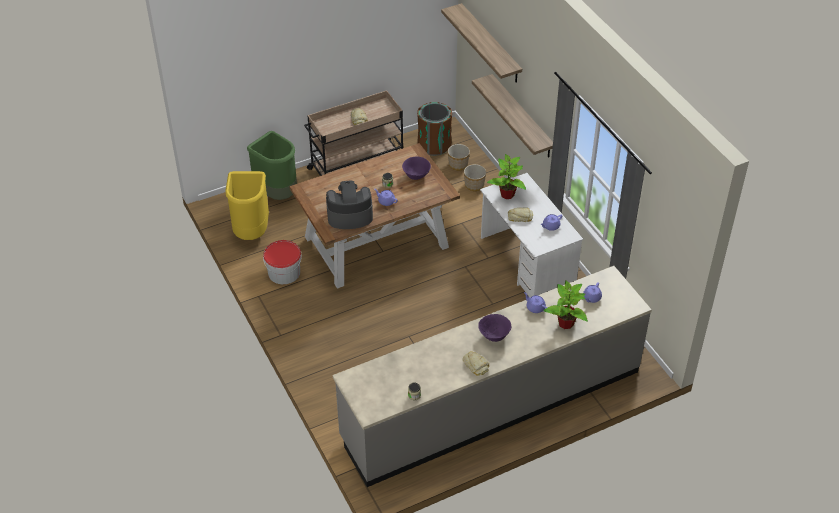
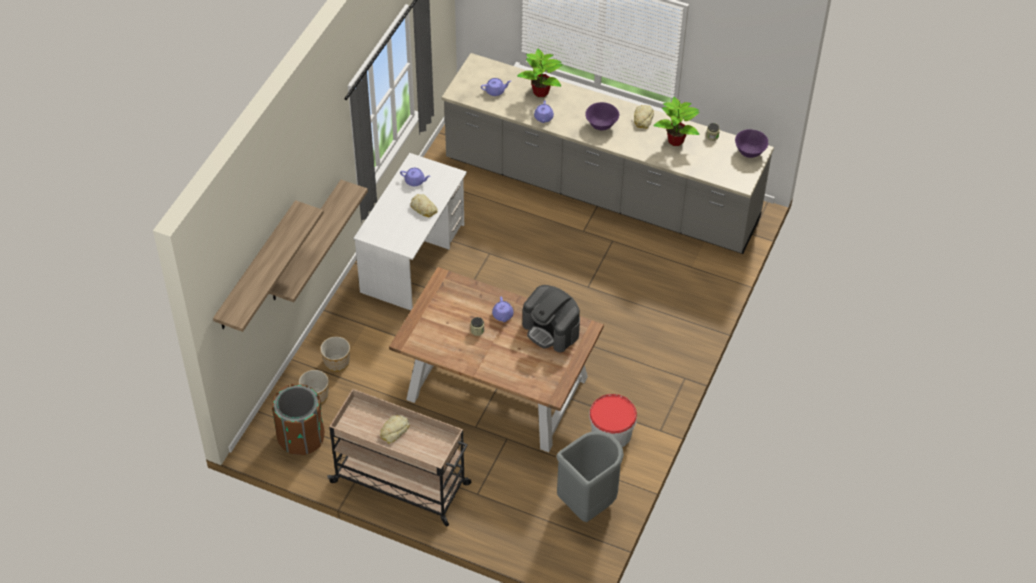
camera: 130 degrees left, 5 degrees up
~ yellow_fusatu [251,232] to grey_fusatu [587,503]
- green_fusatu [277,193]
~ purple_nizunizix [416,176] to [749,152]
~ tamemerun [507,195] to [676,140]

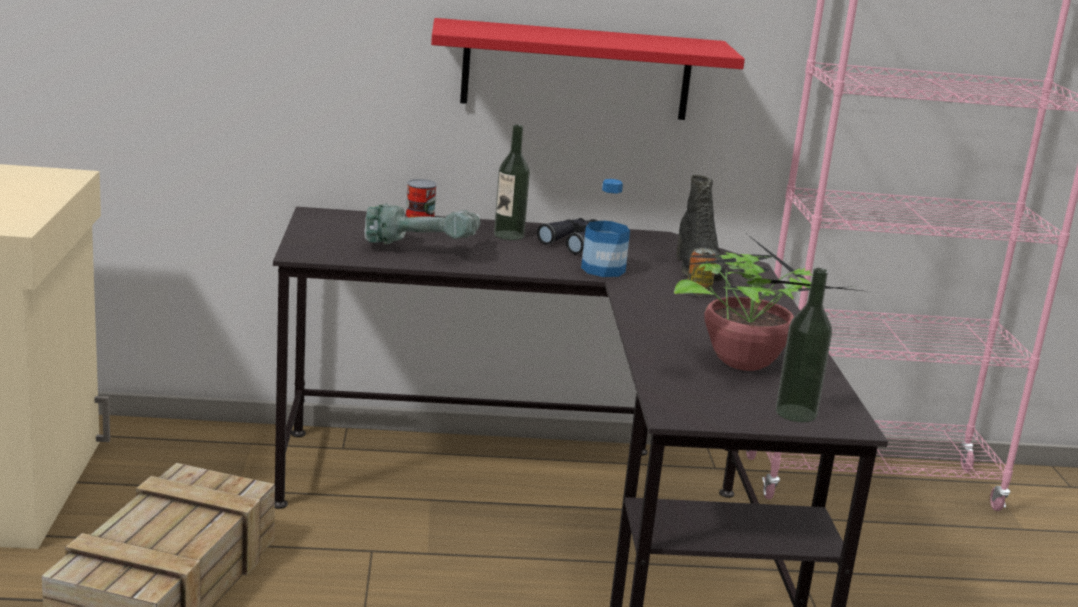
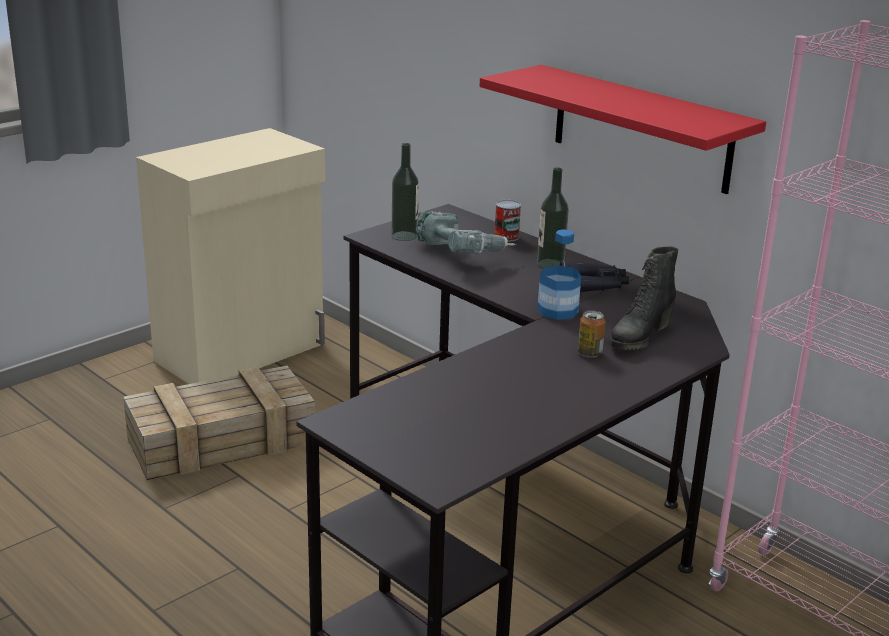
camera: 50 degrees right, 5 degrees up
- tamemerun [742,360]
~ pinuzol [796,413] to [404,236]

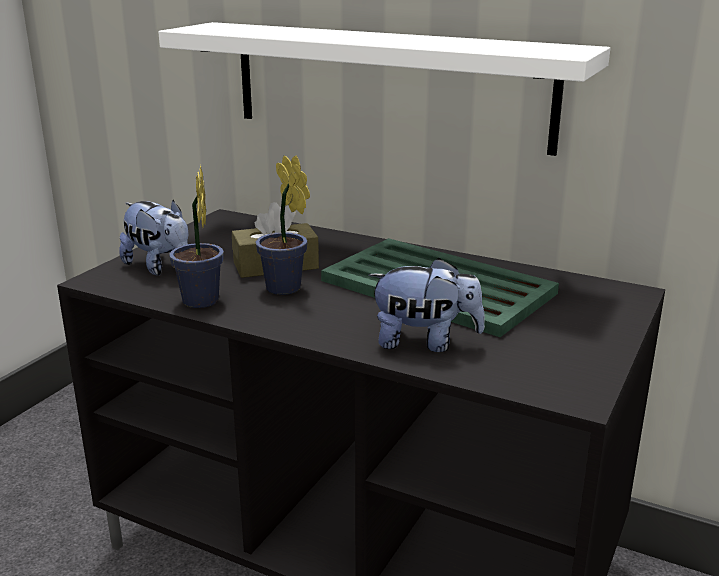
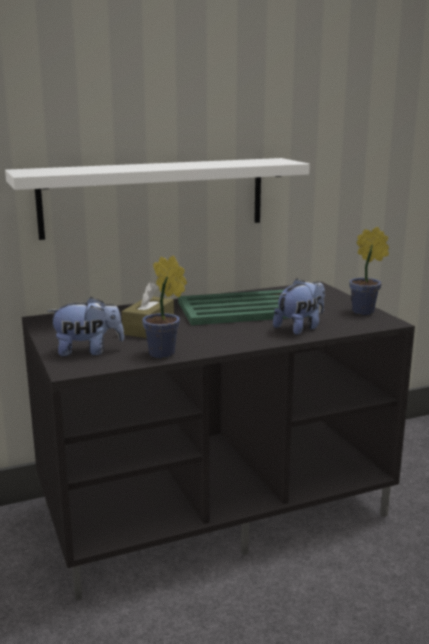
camera: 50 degrees left, 5 degrees down
~ tamemerun [286,290] to [366,312]

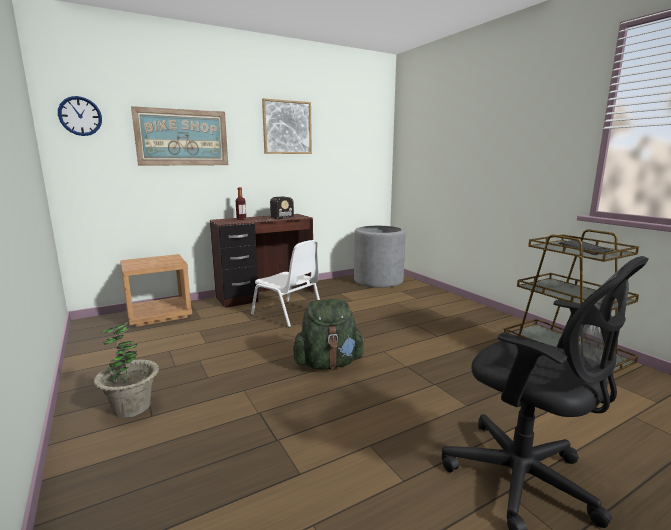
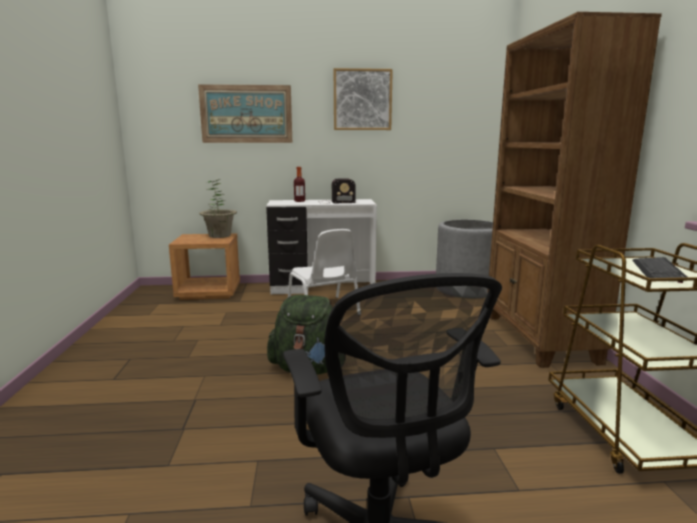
camera: 25 degrees right, 0 degrees up
- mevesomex [80,116]
~ tamemerun [132,407] to [219,235]
~ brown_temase [266,295] to white_temase [323,288]
+ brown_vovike [539,338]

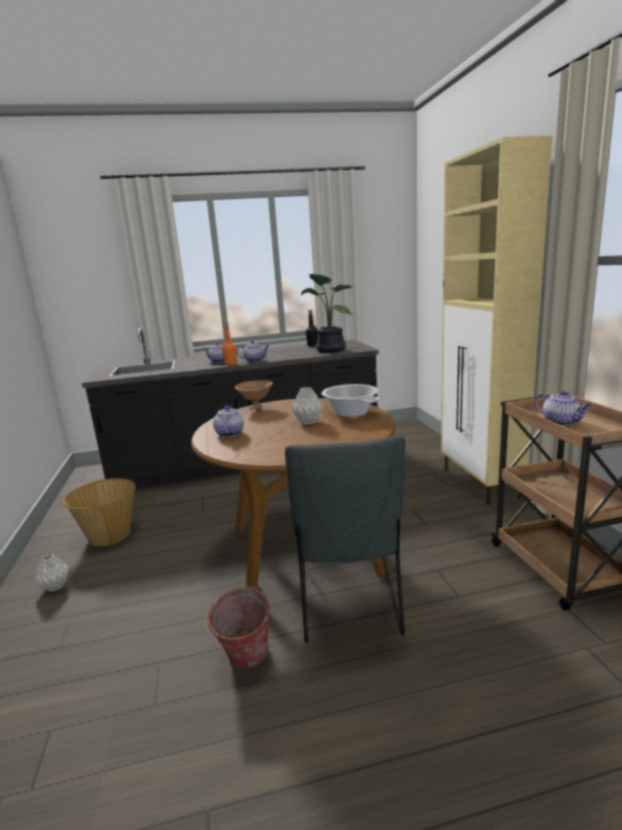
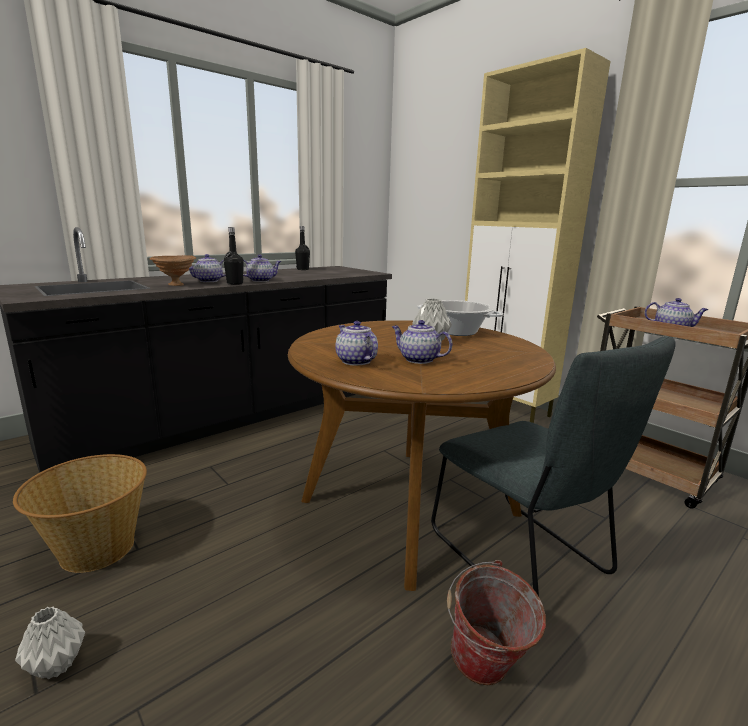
camera: 30 degrees left, 0 degrees up
~ orange_pinuzol [231,364] to black_pinuzol [235,283]
~ brown_nizunizix [256,408] to [176,285]
- tamemerun [328,350]
+ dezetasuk [418,359]

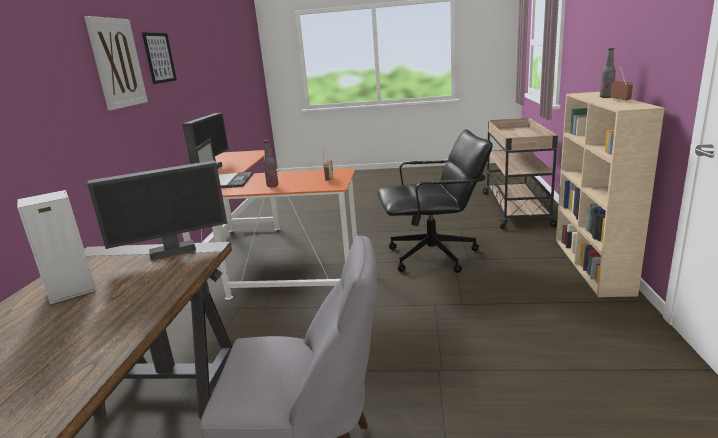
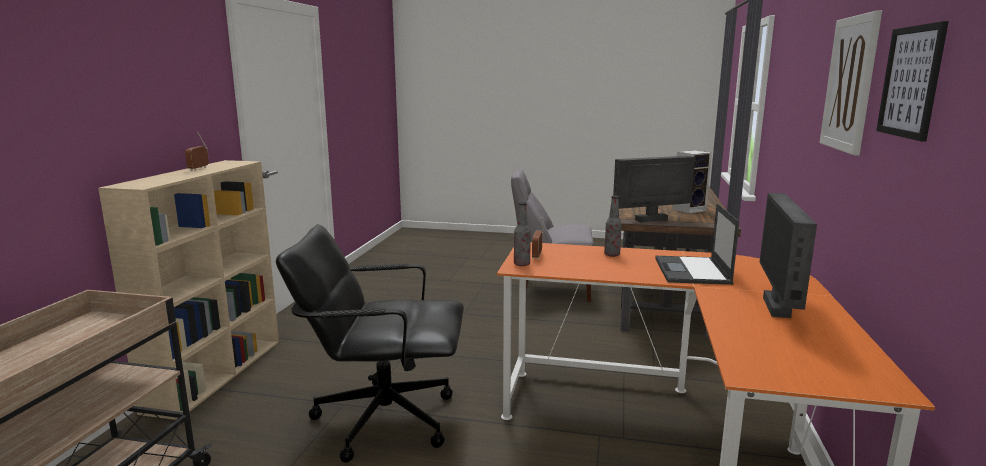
camera: 175 degrees left, 5 degrees down
~ pinuzol [606,97] to [521,264]

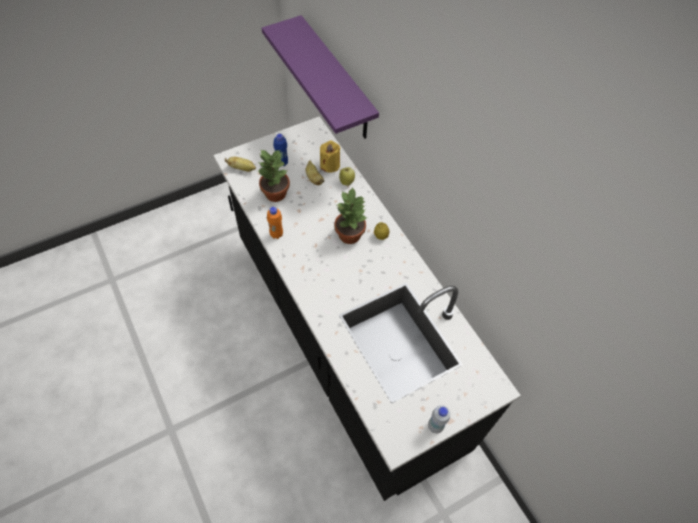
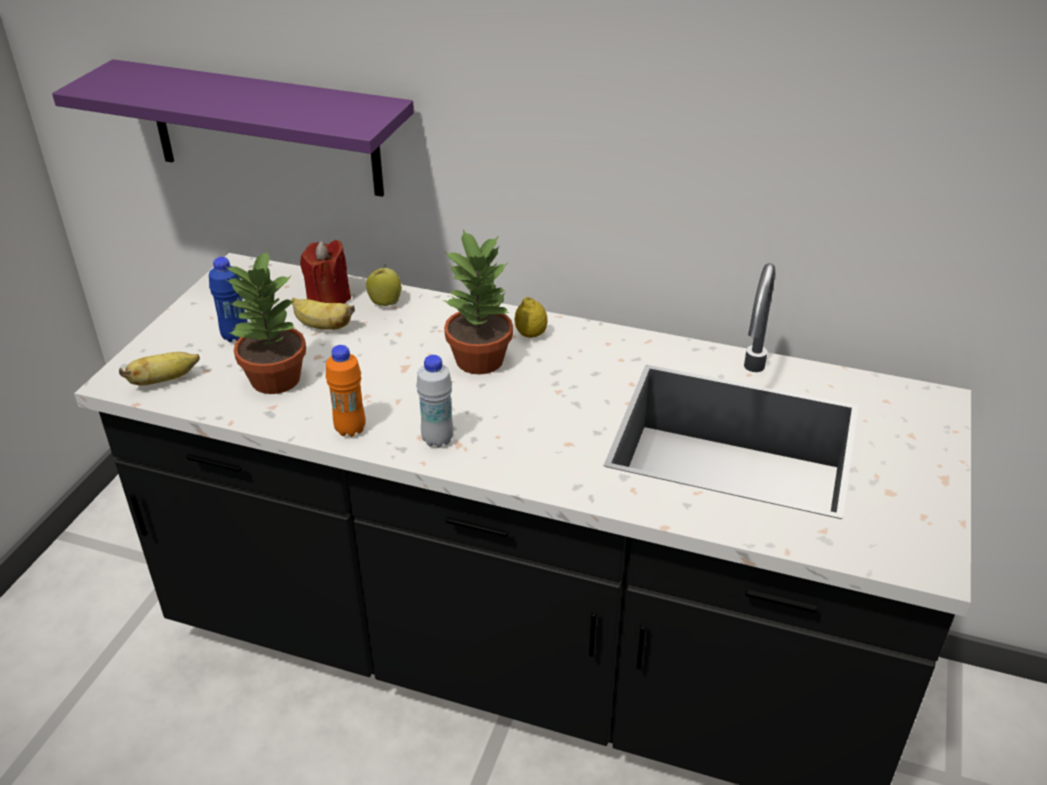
camera: 40 degrees left, 20 degrees down
~ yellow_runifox [330,165] to red_runifox [328,298]
~ white_pinuzol [435,426] to [437,440]

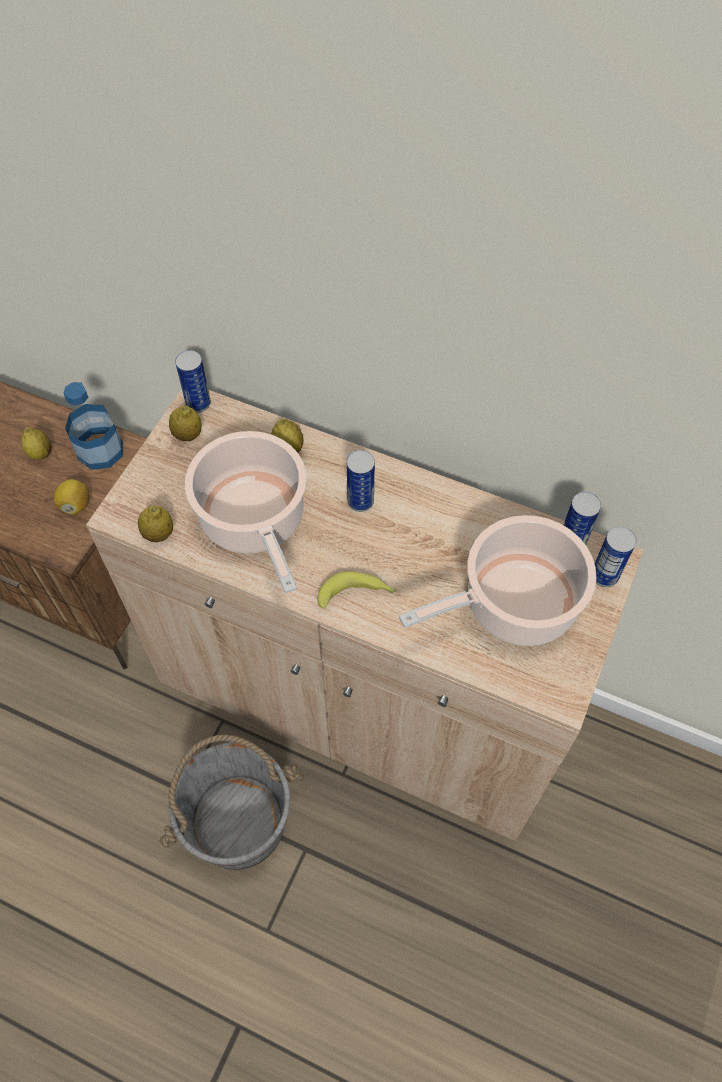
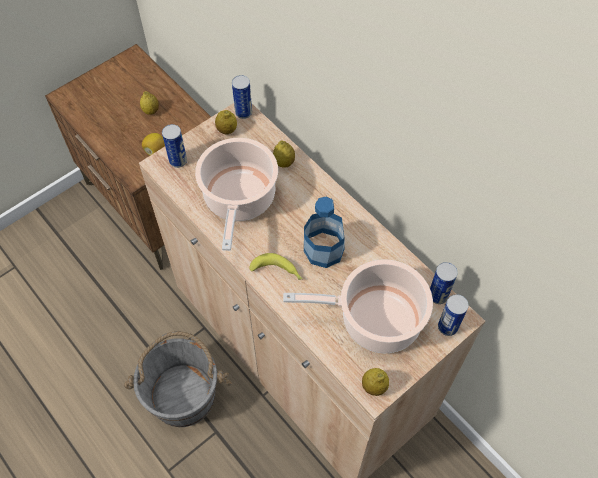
camera: 25 degrees right, 0 degrees up
~ pinuzol [100,451] to [324,250]
~ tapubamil [159,534] to [374,387]
~ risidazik [360,501] to [178,161]

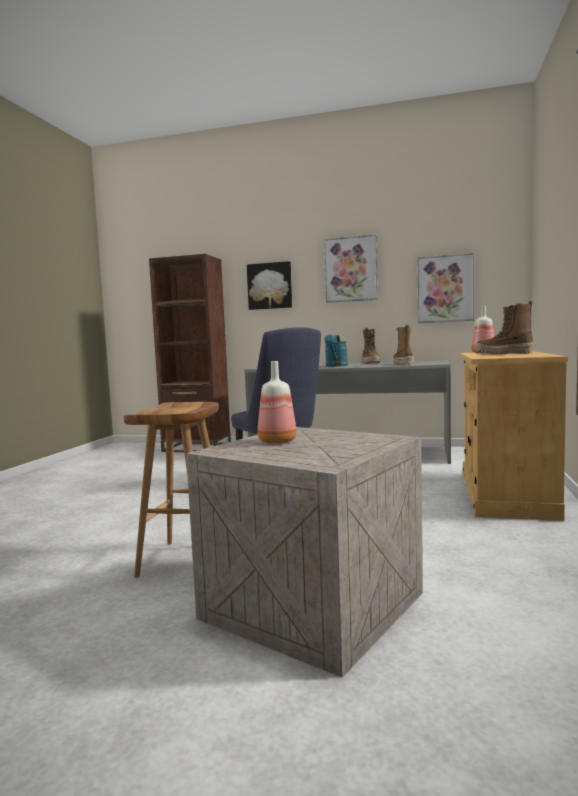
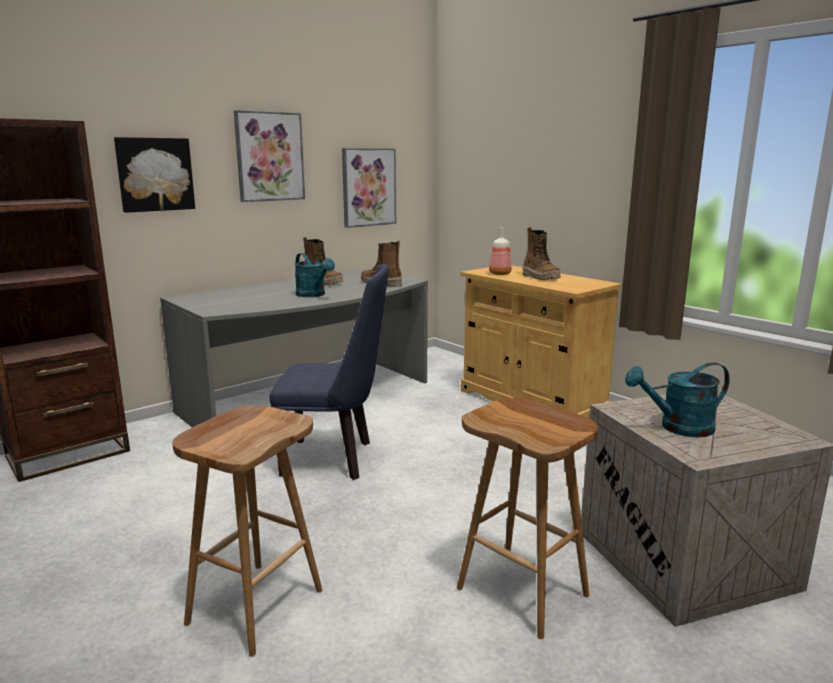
camera: 55 degrees left, 10 degrees up
~ pinuzol [277,441] to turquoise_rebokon [678,428]
~ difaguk [504,354] = [540,278] 75 degrees counterclockwise
+ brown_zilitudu [256,605]

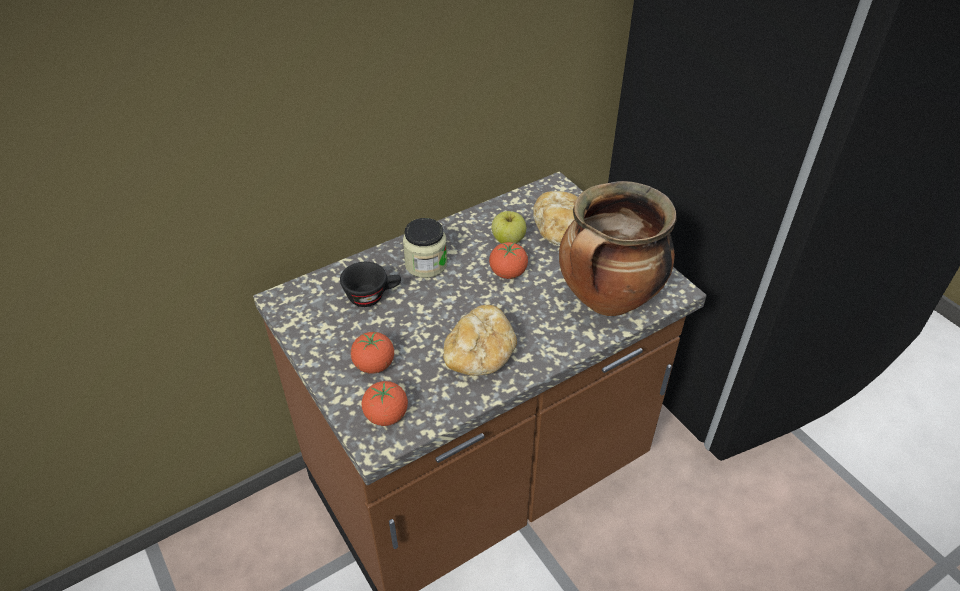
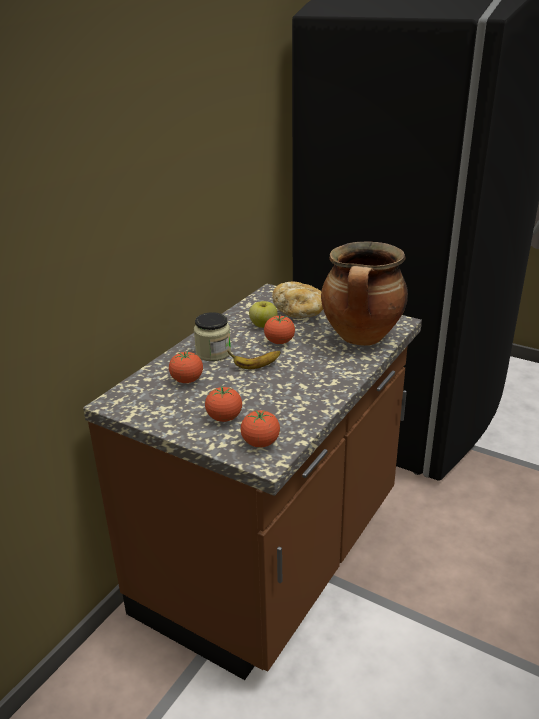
camera: 25 degrees left, 15 degrees down
~ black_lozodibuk [372,296] to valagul [187,380]
- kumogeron [479,356]
+ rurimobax [255,367]

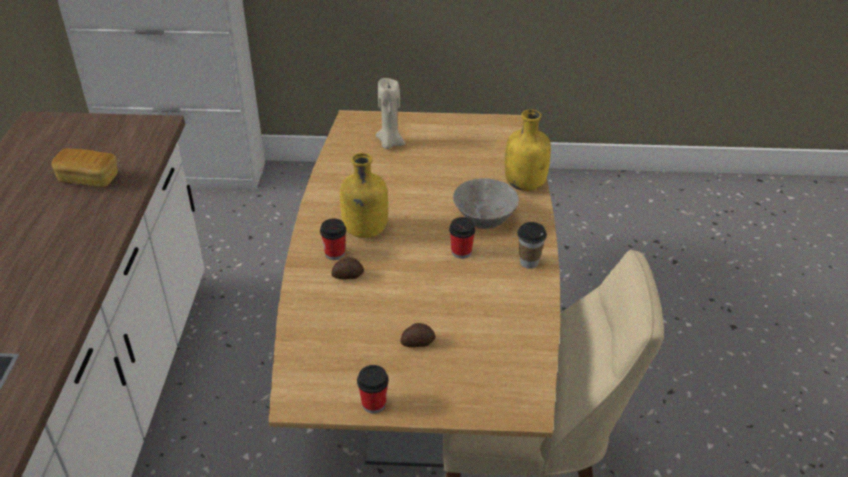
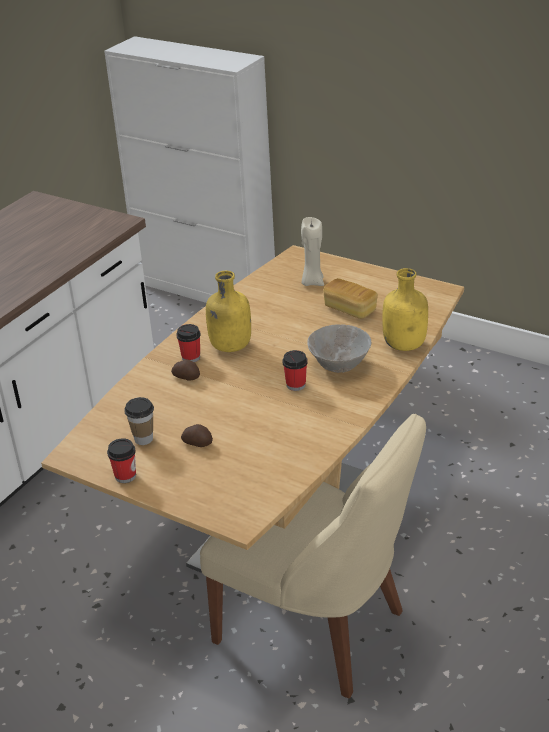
camera: 30 degrees right, 5 degrees down
~ kumogeron [89,179] to [350,309]
~ lozodibuk [529,262] to [143,439]

